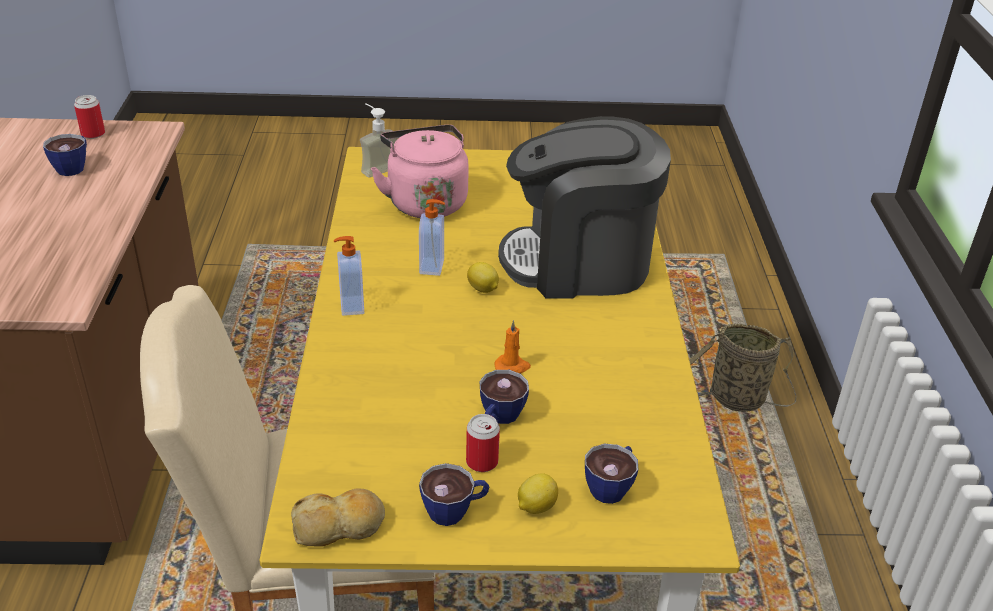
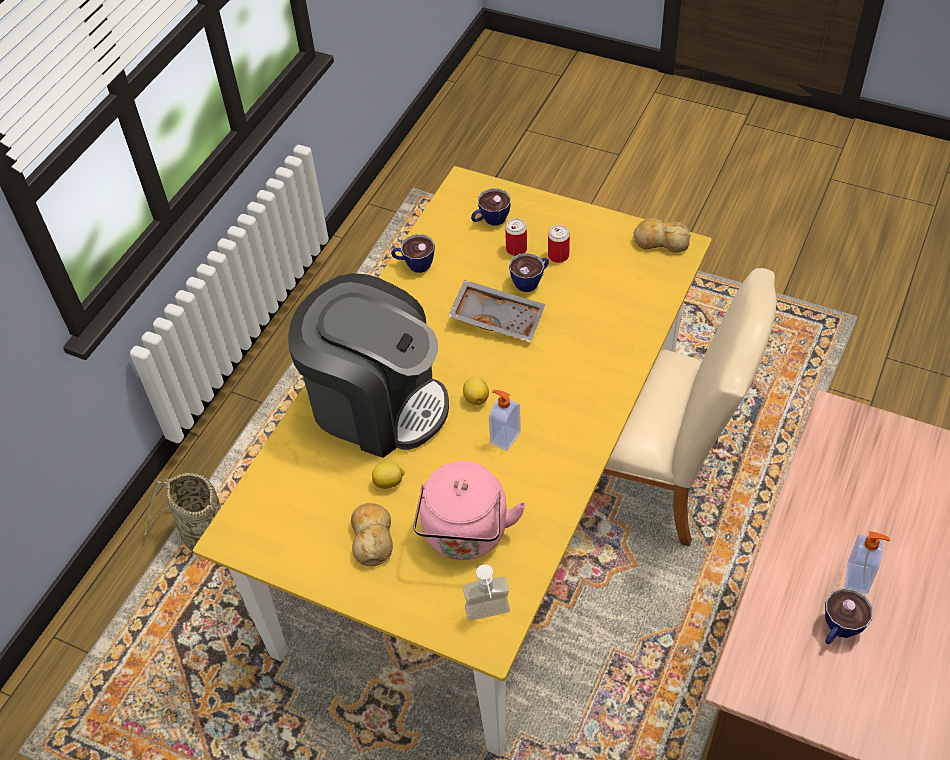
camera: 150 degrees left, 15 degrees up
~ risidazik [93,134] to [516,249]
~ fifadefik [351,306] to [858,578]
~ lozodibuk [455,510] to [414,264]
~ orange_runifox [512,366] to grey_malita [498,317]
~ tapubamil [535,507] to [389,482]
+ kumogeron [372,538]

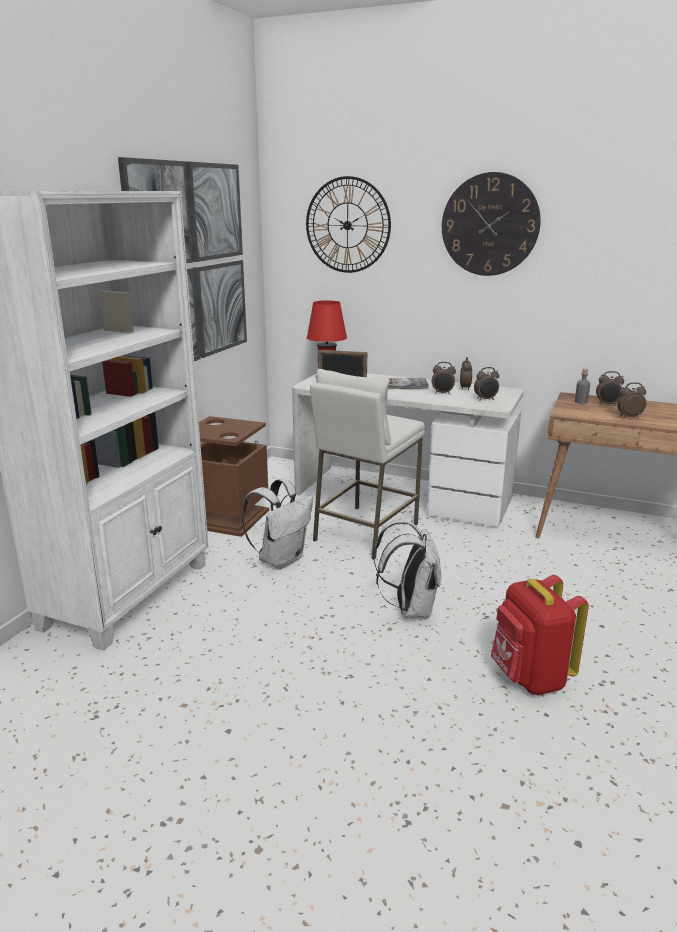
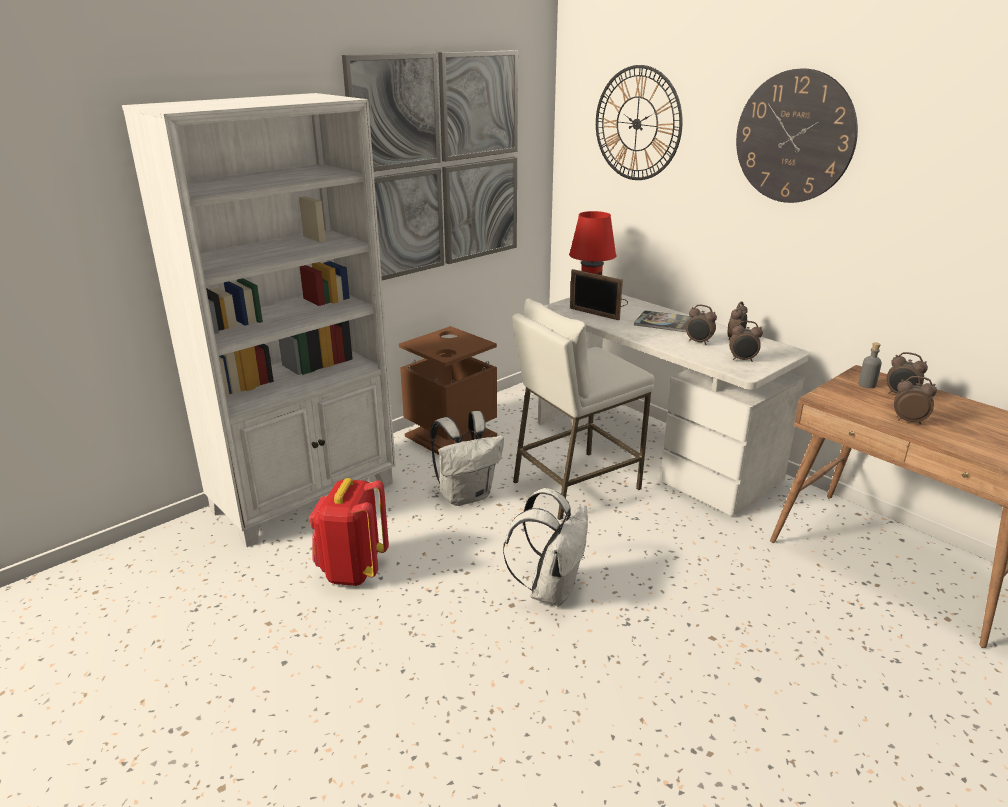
camera: 25 degrees right, 5 degrees up
~ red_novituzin [530,678] to [352,570]

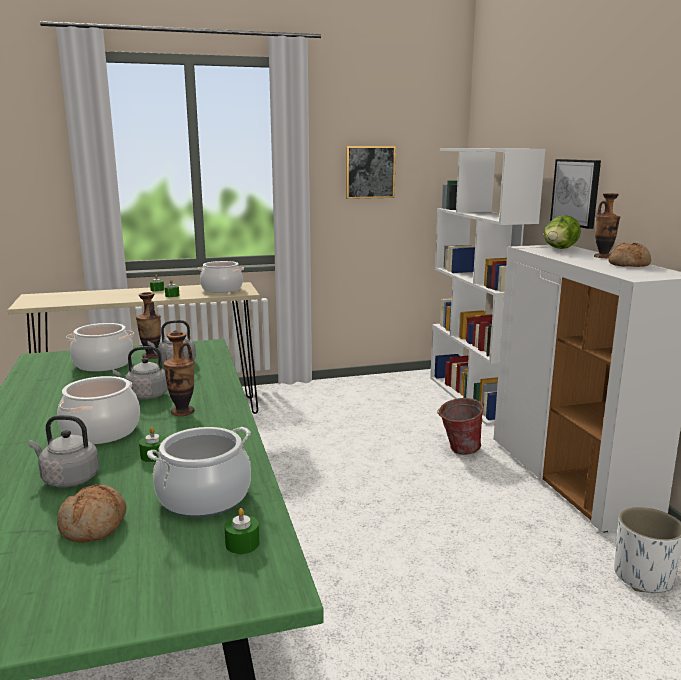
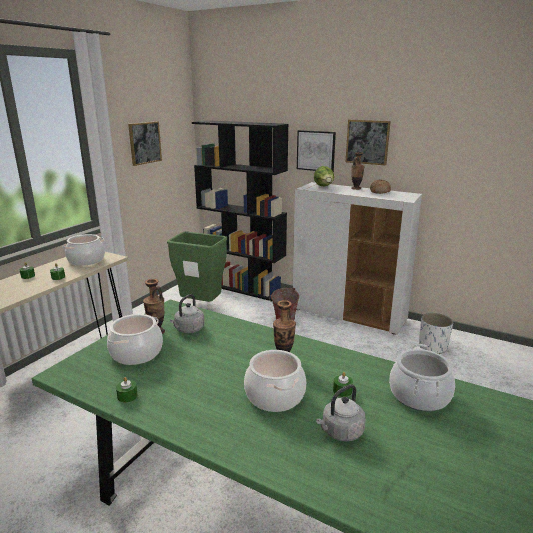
camera: 45 degrees left, 5 degrees up
- kumogeron [95,525]
- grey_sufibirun [145,395]
~ green_runifox [242,544] to [127,396]
~ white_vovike [473,398] to black_vovike [243,287]
+ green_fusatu [202,305]
+ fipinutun [367,142]

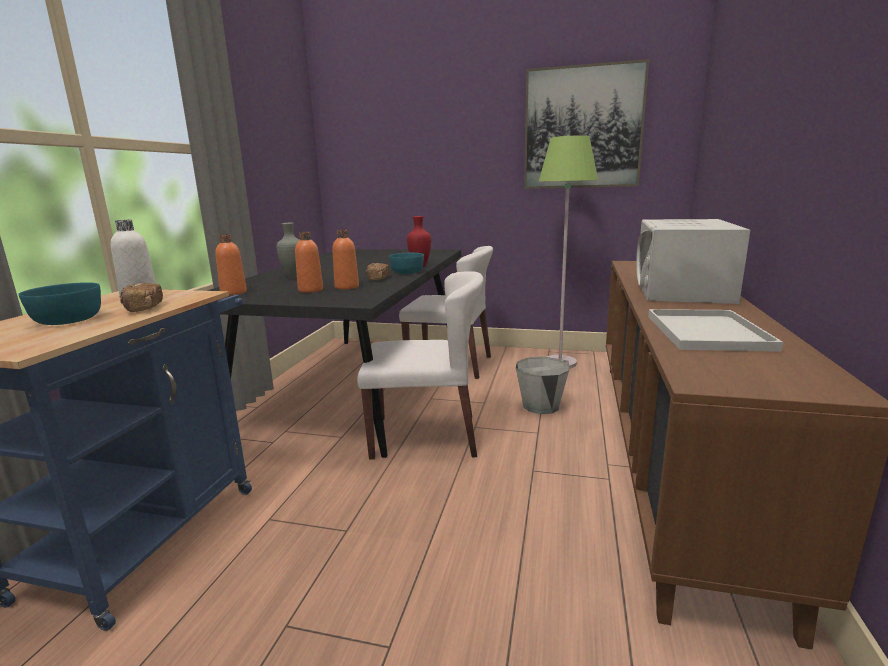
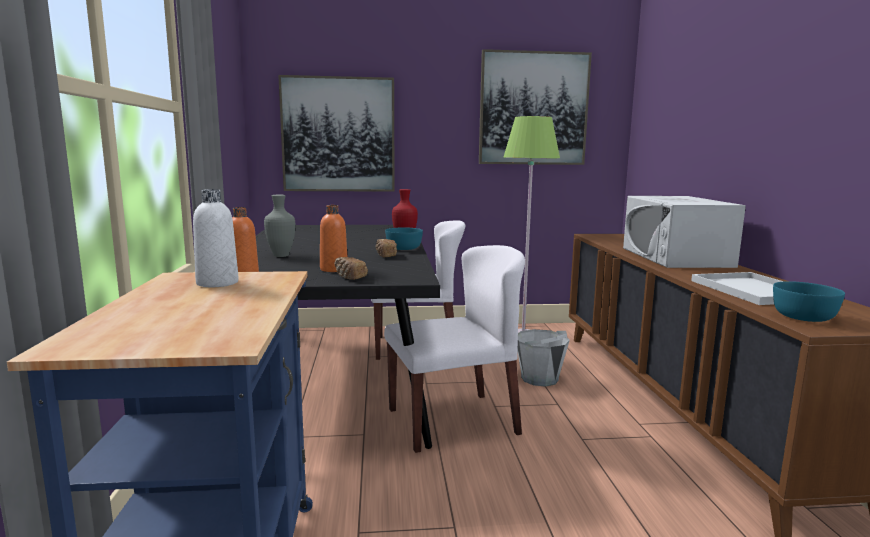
camera: 20 degrees left, 5 degrees down
~ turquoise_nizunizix [68,320] to [804,317]
~ kumogeron [143,308] to [349,277]
- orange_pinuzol [347,287]
+ fipinutun [338,135]

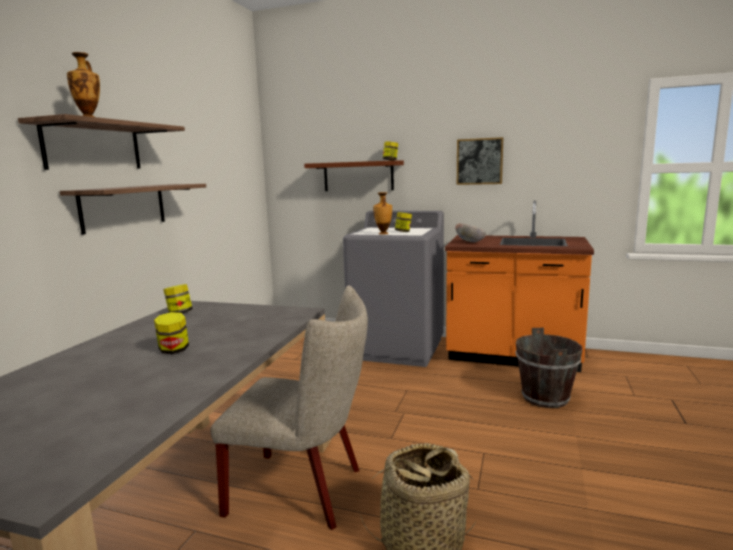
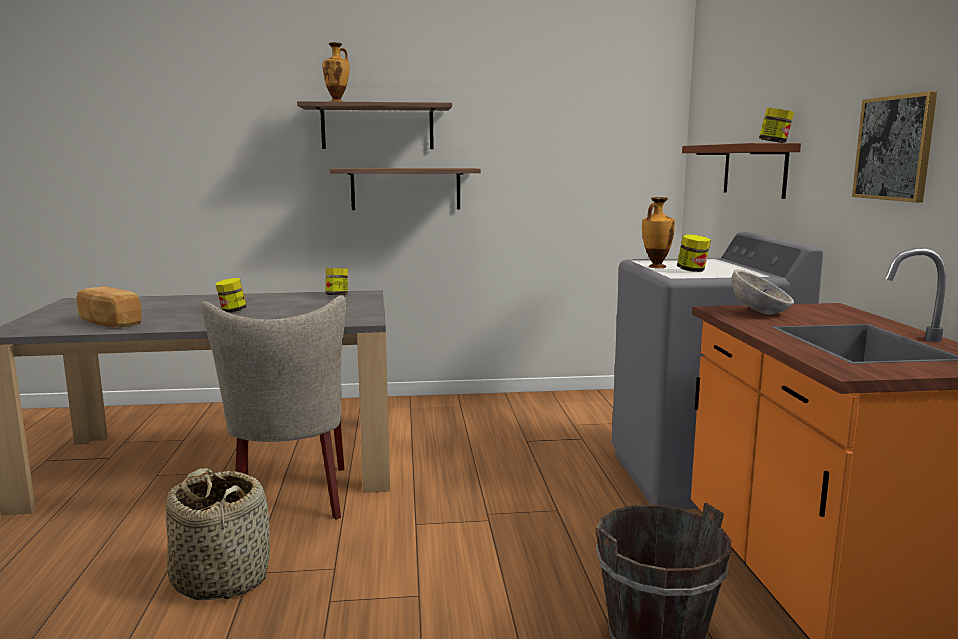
camera: 65 degrees right, 0 degrees up
+ kumogeron [108,323]

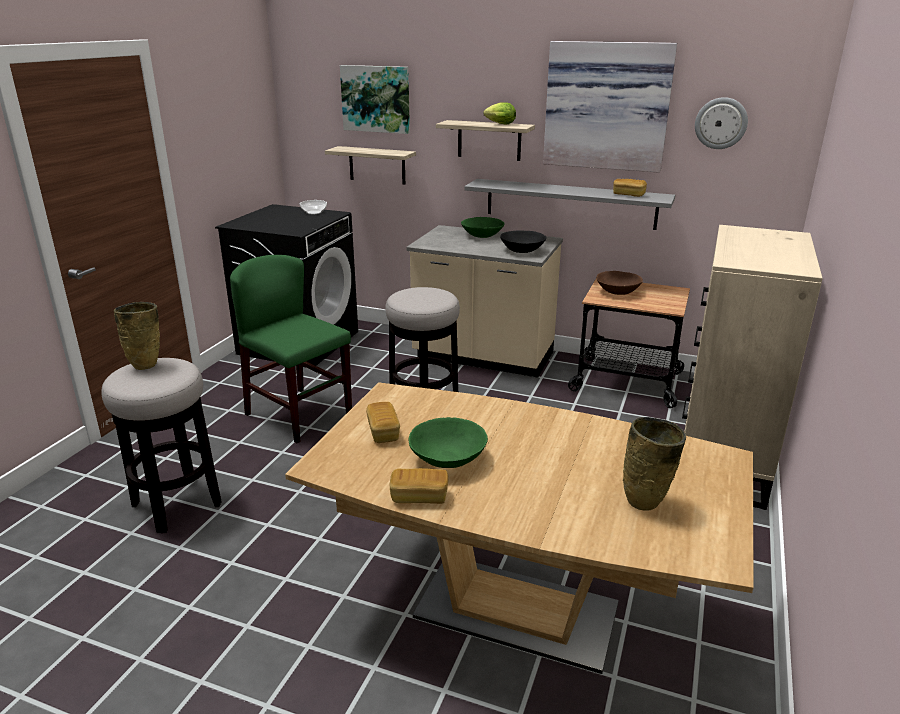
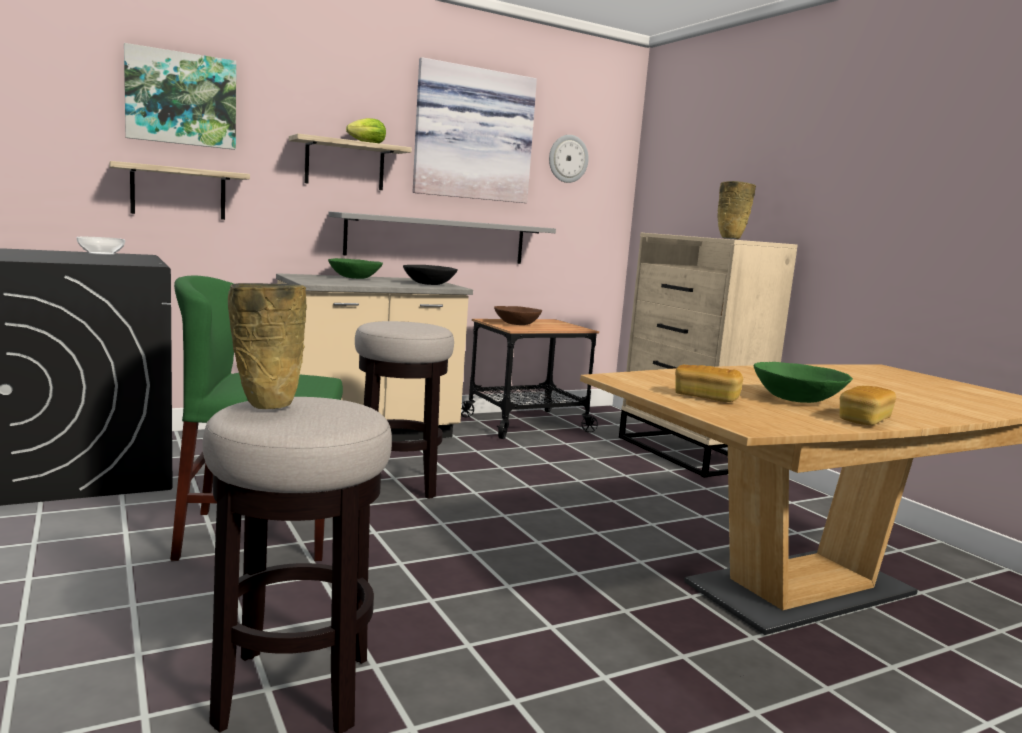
camera: 50 degrees left, 15 degrees down
- kumogeron [628,195]
~ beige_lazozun [646,503] to [731,239]

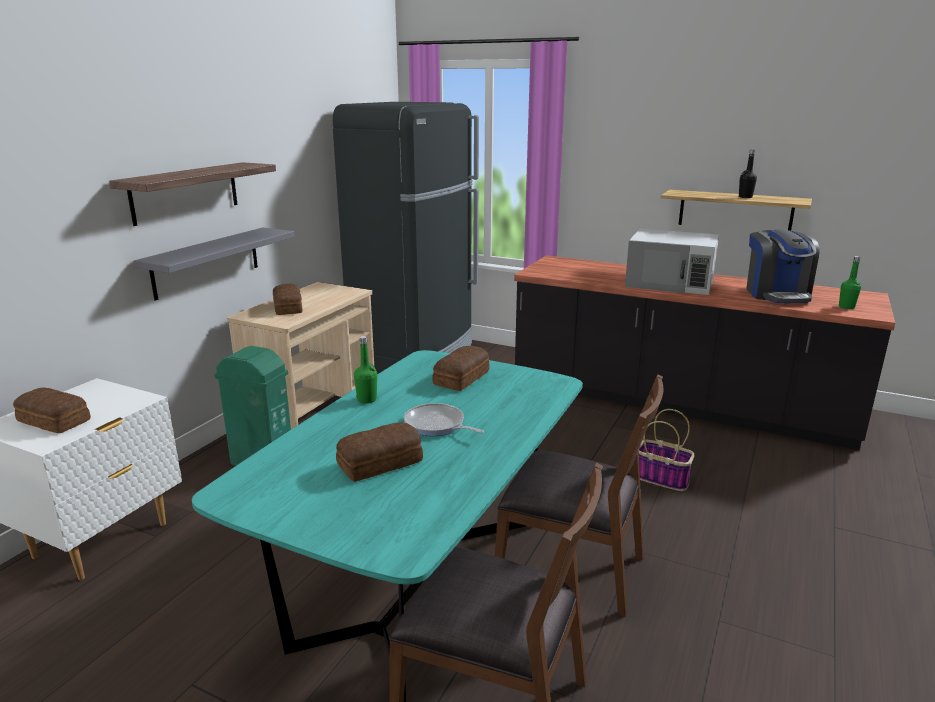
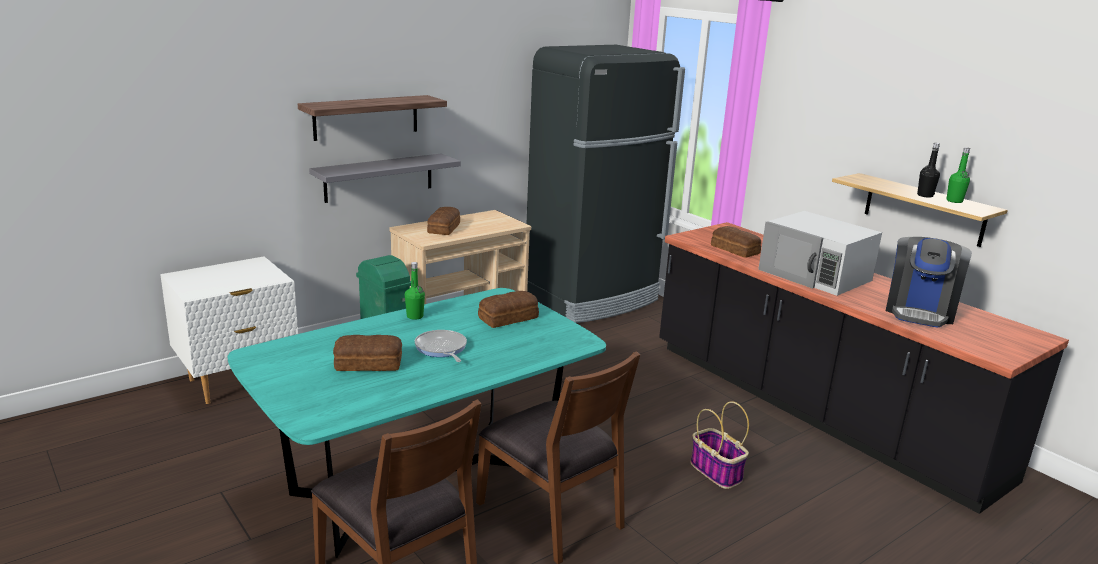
camera: 25 degrees right, 0 degrees up
~ kumogeron [53,421] to [735,250]
~ green_pinuzol [846,307] to [954,201]

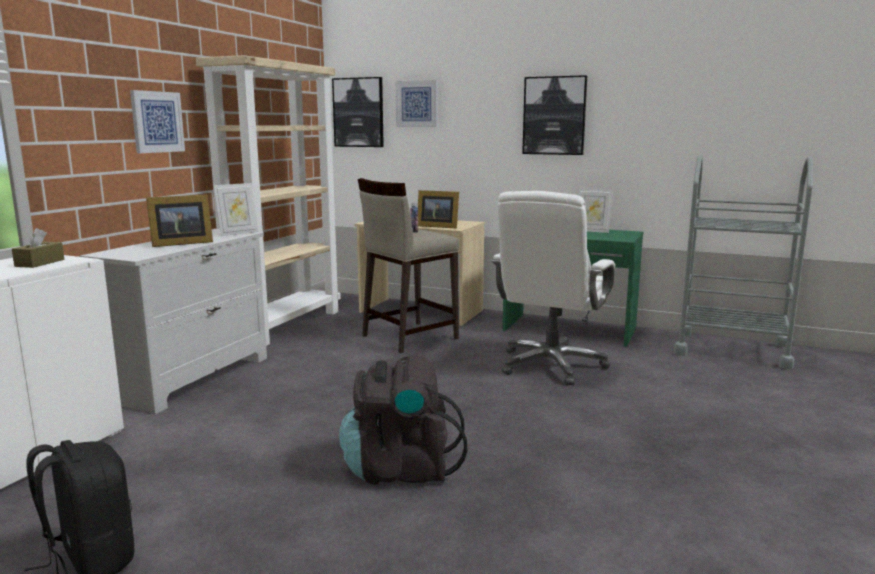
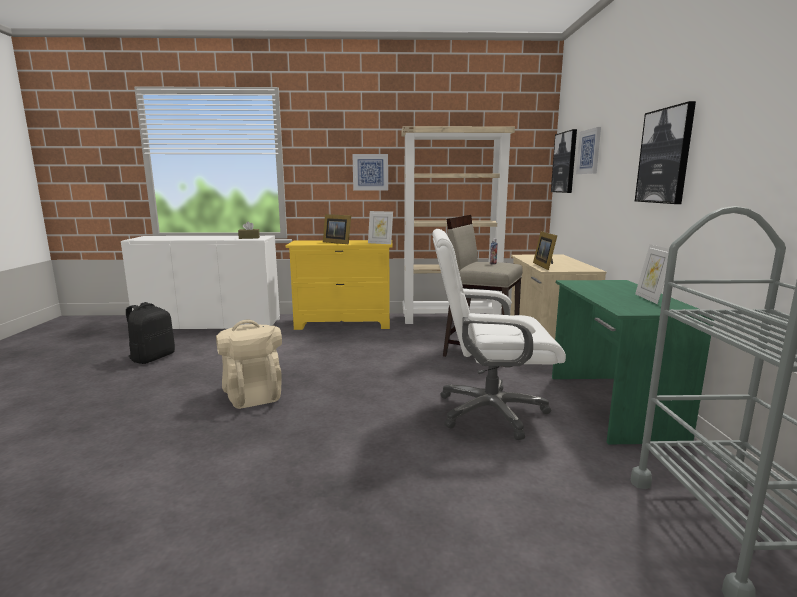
camera: 65 degrees right, 0 degrees up
~ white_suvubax [194,378] to yellow_suvubax [344,323]
~ black_novituzin [401,469] to beige_novituzin [252,394]

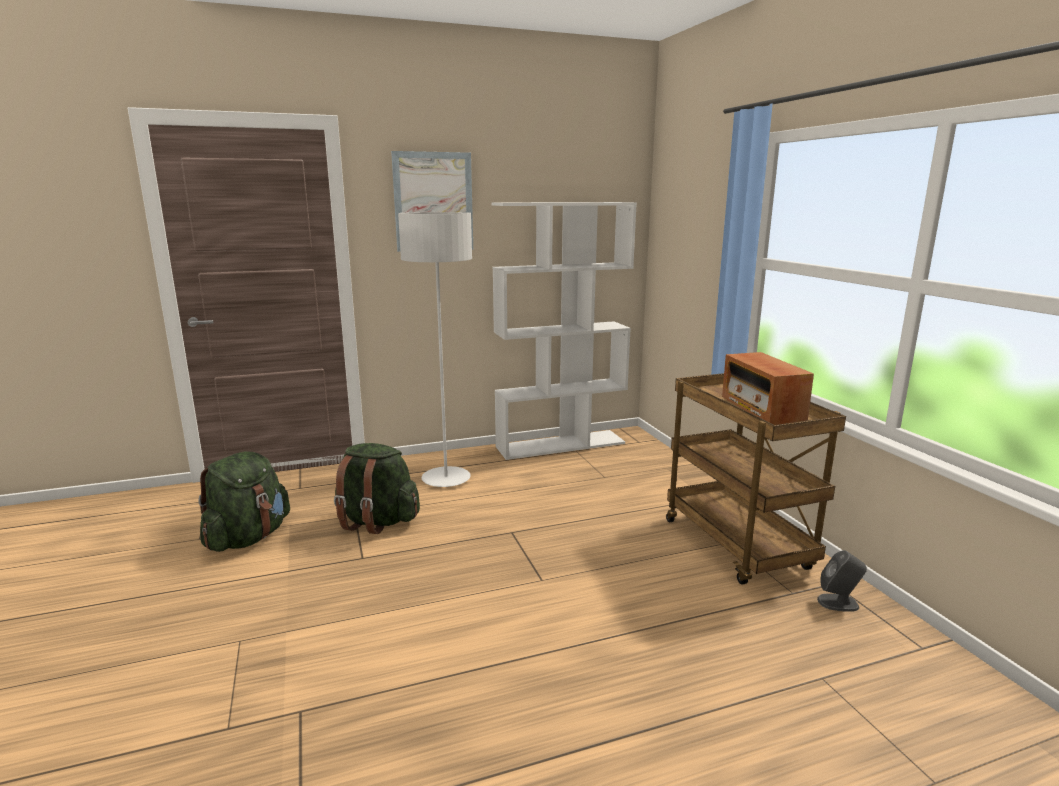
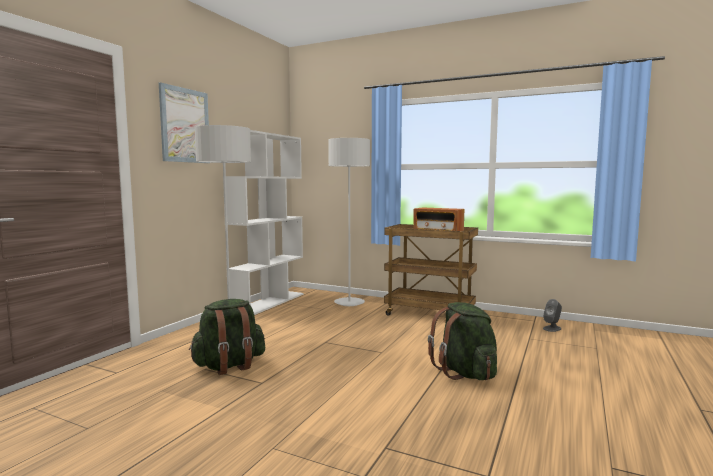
camera: 45 degrees left, 10 degrees down
~ green_novituzin [248,538] to [465,373]
~ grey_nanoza [838,603] to [552,328]
+ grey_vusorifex [349,303]

